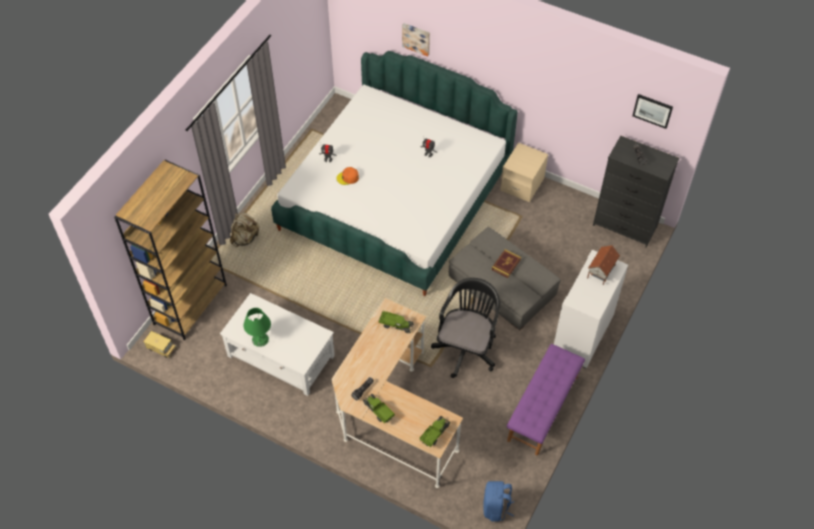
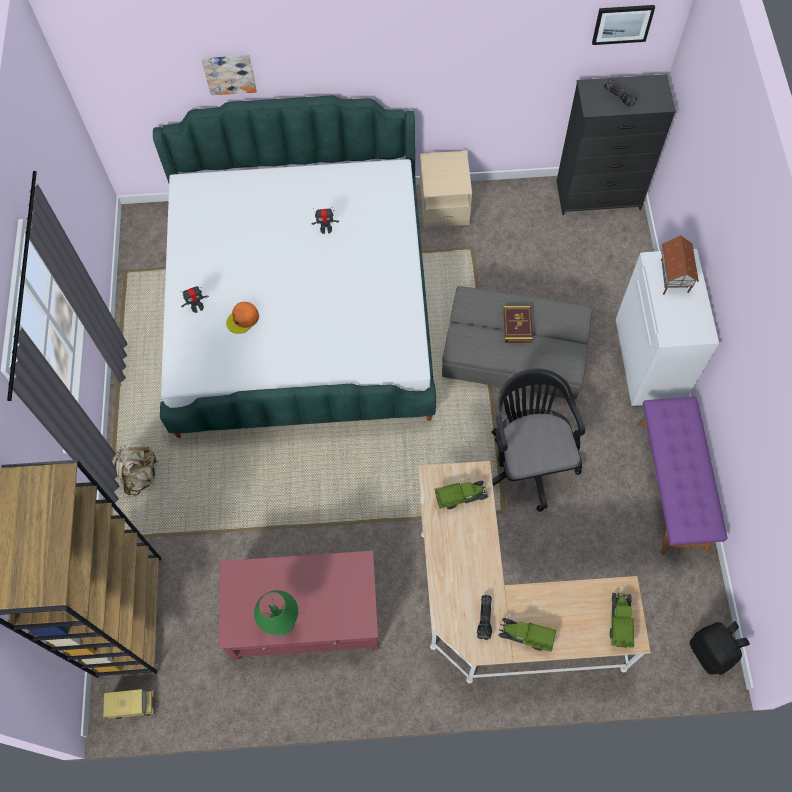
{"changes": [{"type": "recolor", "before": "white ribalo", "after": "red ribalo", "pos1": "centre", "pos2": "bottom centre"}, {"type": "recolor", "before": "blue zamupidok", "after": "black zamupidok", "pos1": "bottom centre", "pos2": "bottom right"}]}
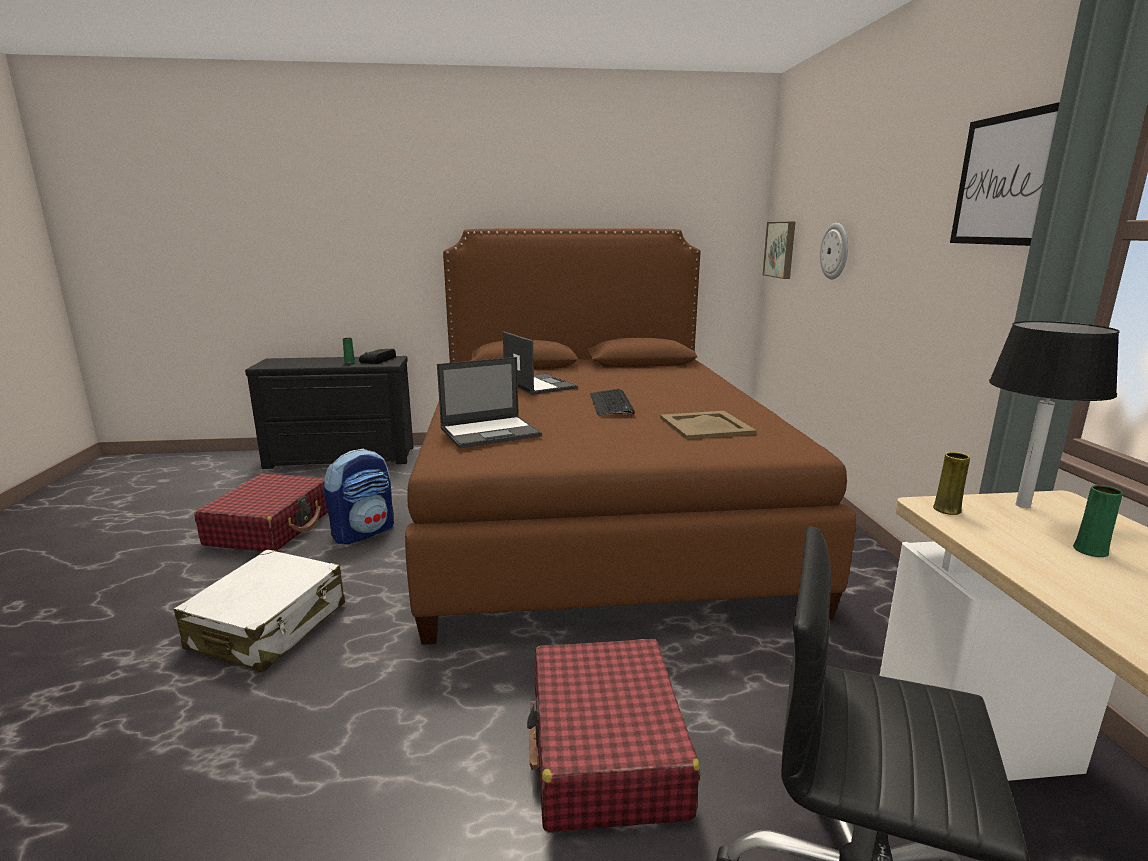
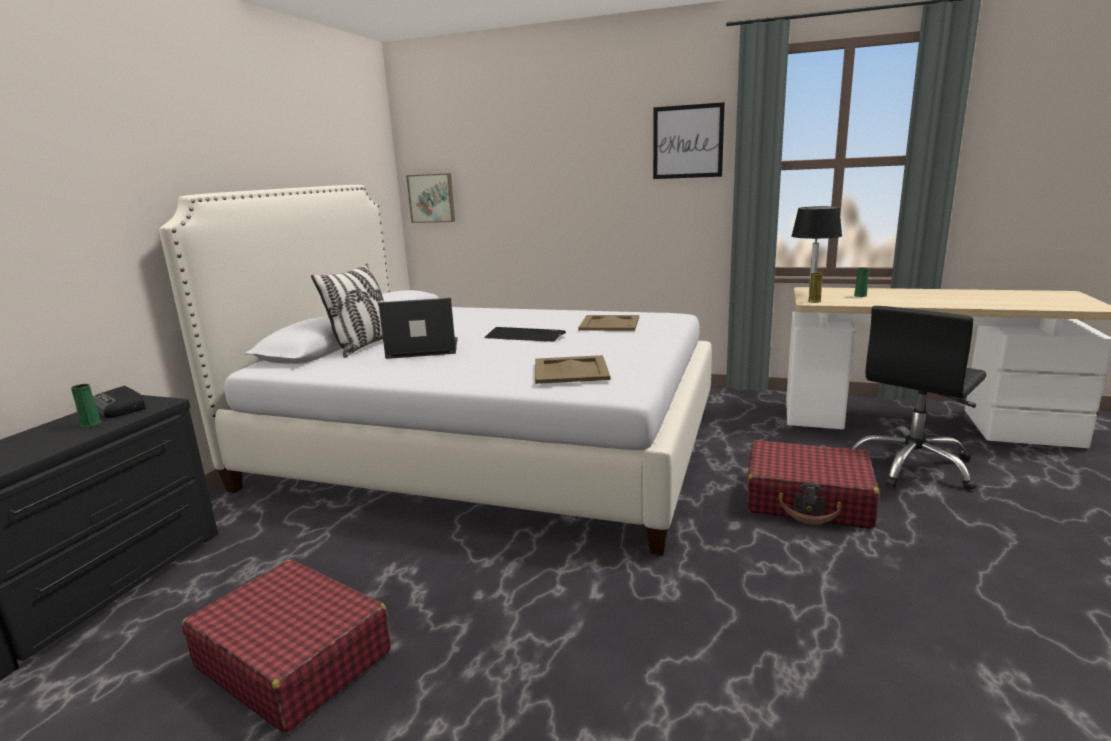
{"changes": [{"type": "delete", "before": "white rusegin", "pos1": "bottom left"}, {"type": "delete", "before": "zamupidok", "pos1": "middle left"}, {"type": "recolor", "before": "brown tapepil", "after": "white tapepil", "pos1": "centre", "pos2": "centre"}, {"type": "replace", "before": "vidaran (1st from left)", "after": "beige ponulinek (1st from left)", "pos1": "centre", "pos2": "centre"}, {"type": "delete", "before": "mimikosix", "pos1": "top right"}, {"type": "insert", "after": "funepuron", "pos2": "middle left"}]}
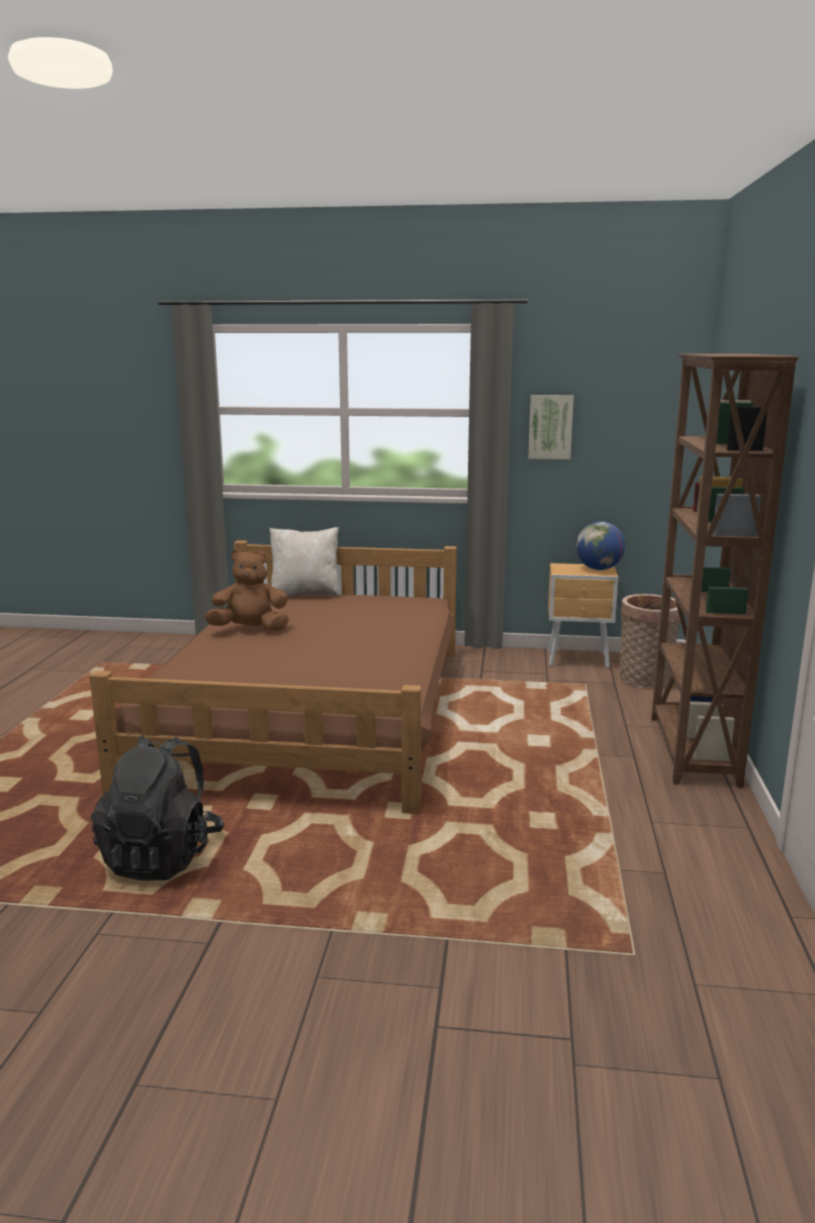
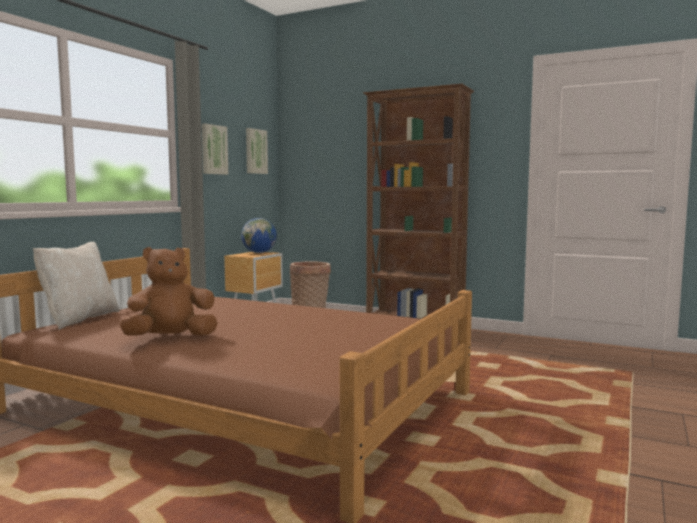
{"changes": [{"type": "delete", "before": "black zamupidok", "pos1": "middle left"}, {"type": "rotate", "before": "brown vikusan", "pos1": "middle left", "pos2": "middle left", "turn": 45}, {"type": "insert", "after": "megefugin (2nd from left)", "pos2": "top centre"}]}
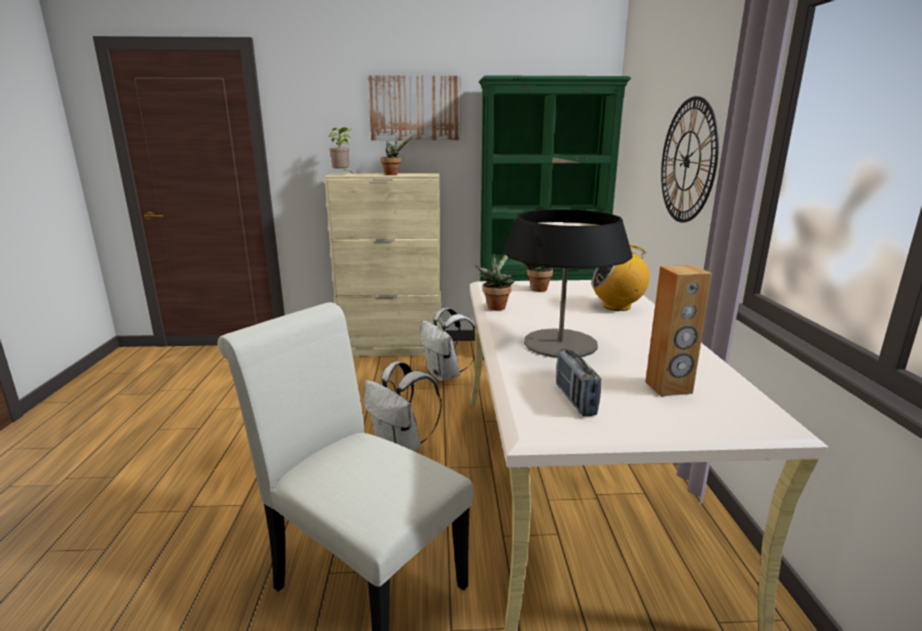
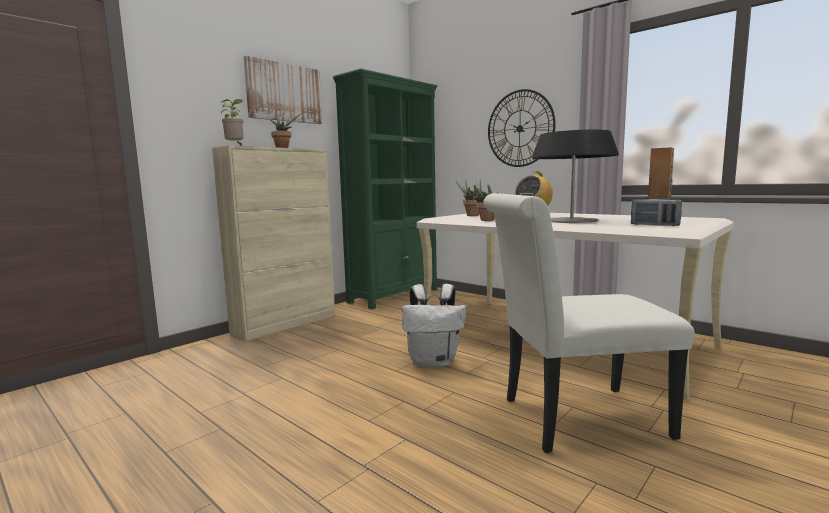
{"changes": [{"type": "delete", "before": "white zamupidok (2nd from left)", "pos1": "centre"}]}
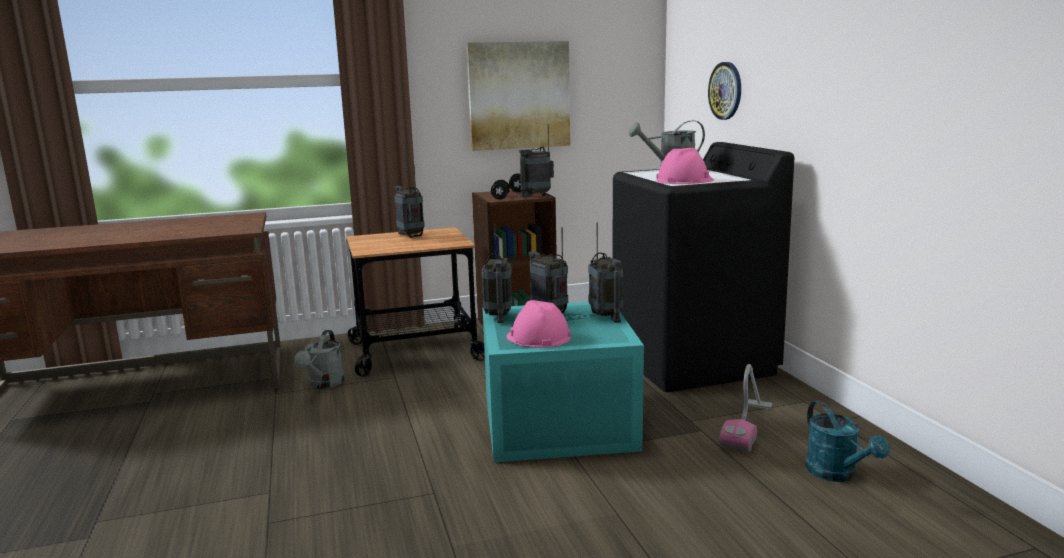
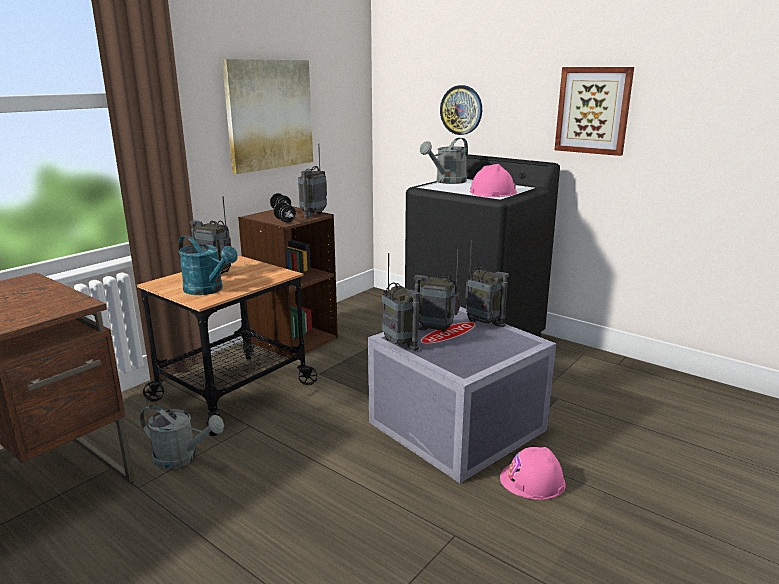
{"changes": [{"type": "rotate", "before": "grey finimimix (1st from left)", "pos1": "middle left", "pos2": "bottom left", "turn": -45}, {"type": "recolor", "before": "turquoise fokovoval", "after": "grey fokovoval", "pos1": "bottom centre", "pos2": "bottom centre"}, {"type": "move", "before": "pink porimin (1st from left in the first image)", "after": "pink porimin (2nd from left)", "pos1": "centre", "pos2": "bottom right"}, {"type": "delete", "before": "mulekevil", "pos1": "bottom right"}, {"type": "move", "before": "turquoise finimimix", "pos1": "bottom right", "pos2": "middle left"}, {"type": "insert", "after": "megefugin (2nd from left)", "pos2": "top right"}]}
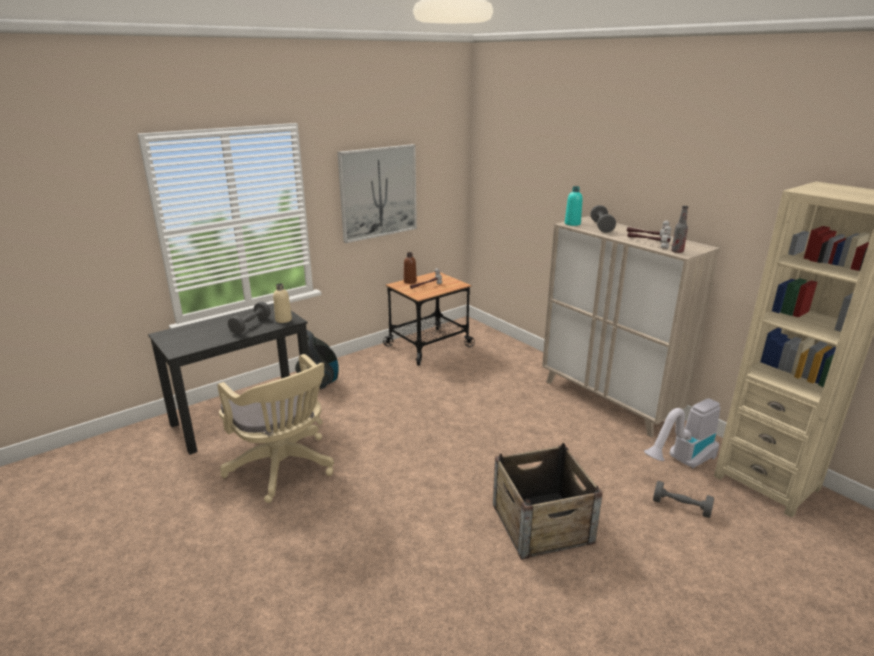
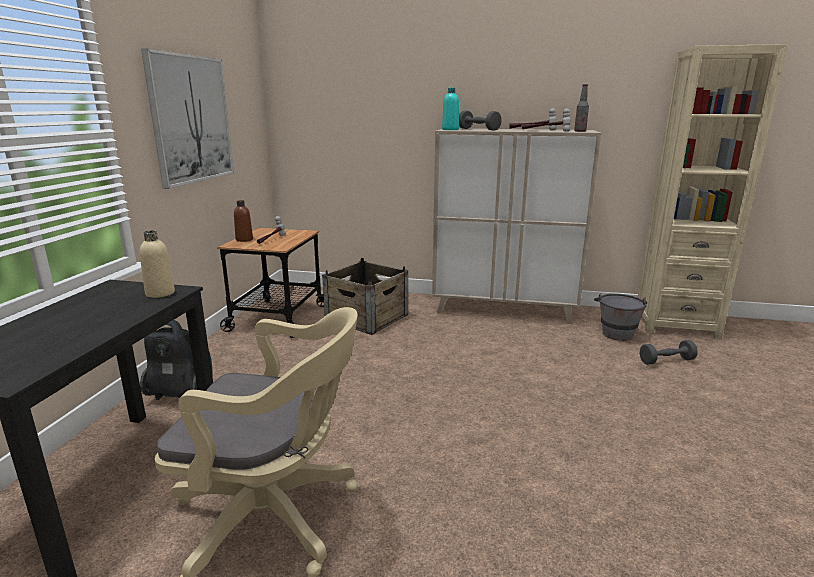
{"changes": [{"type": "delete", "before": "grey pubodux (1st from left)", "pos1": "middle left"}, {"type": "move", "before": "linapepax", "pos1": "bottom centre", "pos2": "centre"}, {"type": "replace", "before": "mulekevil (2nd from left)", "after": "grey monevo", "pos1": "middle right", "pos2": "middle right"}]}
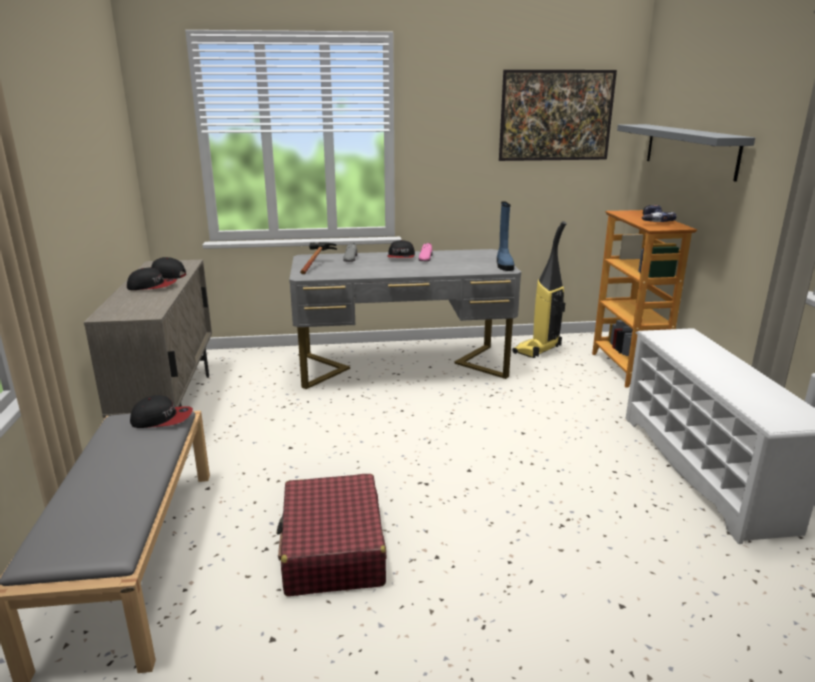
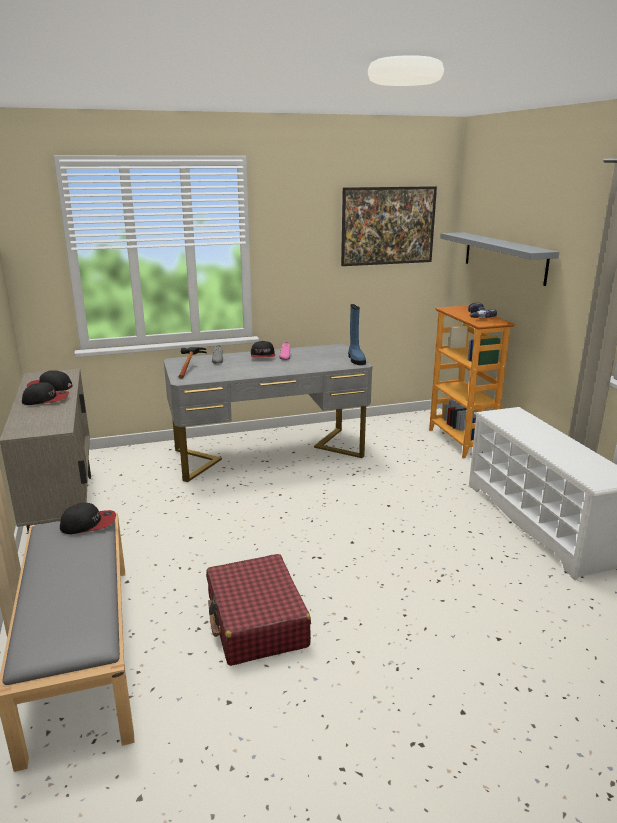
{"changes": [{"type": "delete", "before": "mulekevil", "pos1": "centre"}]}
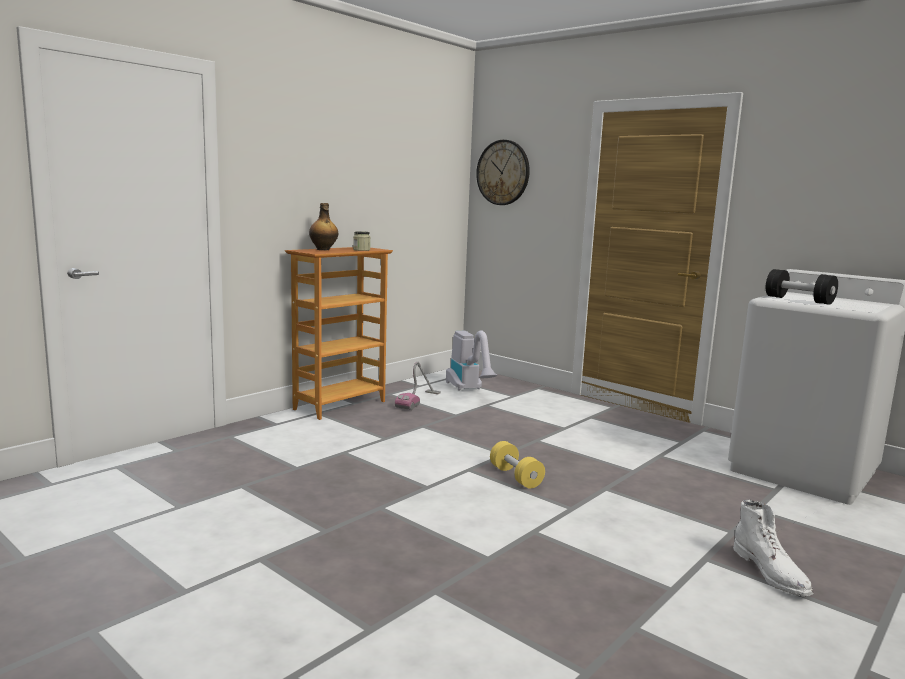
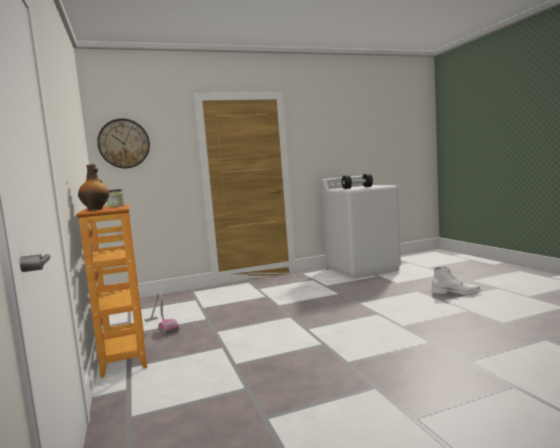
{"changes": [{"type": "delete", "before": "mulekevil (2nd from left)", "pos1": "centre"}, {"type": "delete", "before": "yellow pubodux", "pos1": "bottom centre"}]}
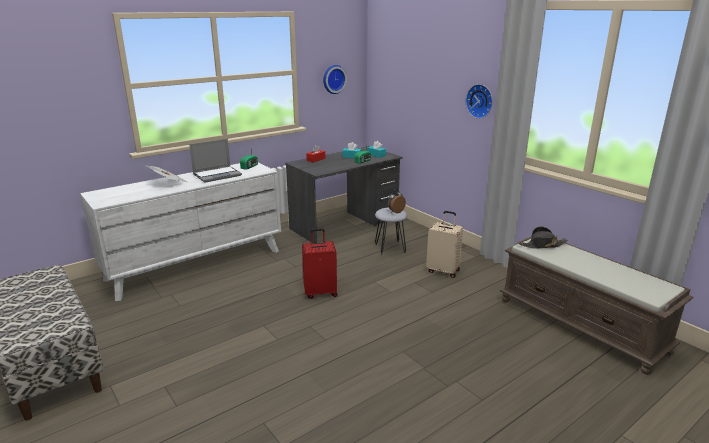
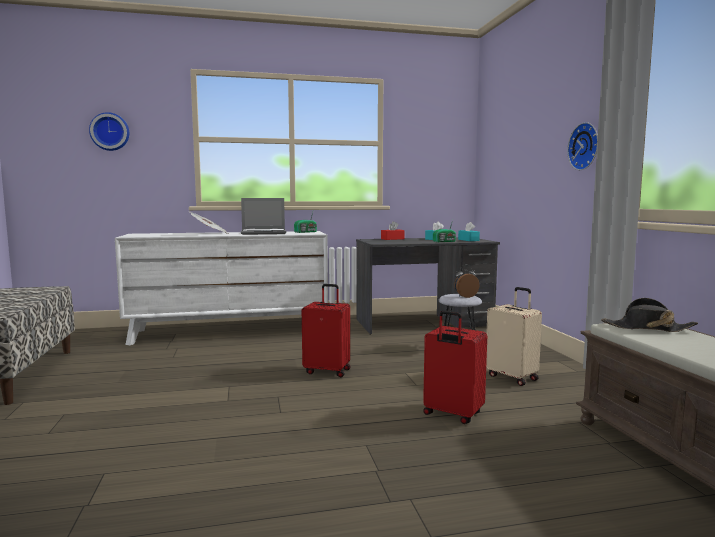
{"changes": [{"type": "move", "before": "mimikosix (1st from left)", "pos1": "top centre", "pos2": "top left"}, {"type": "insert", "after": "red rusegin (2nd from left)", "pos2": "bottom centre"}]}
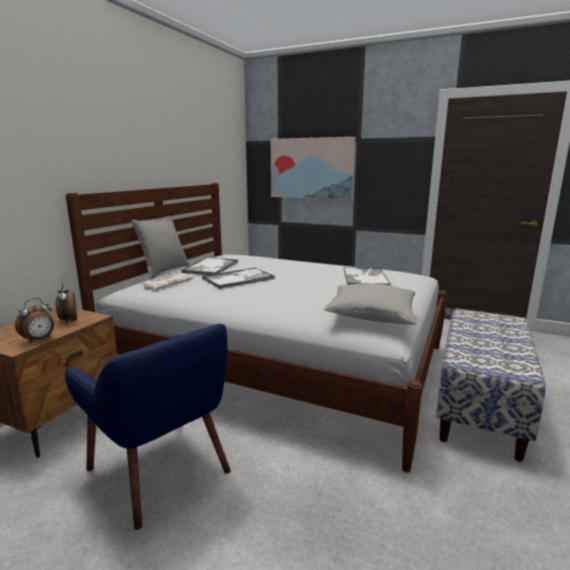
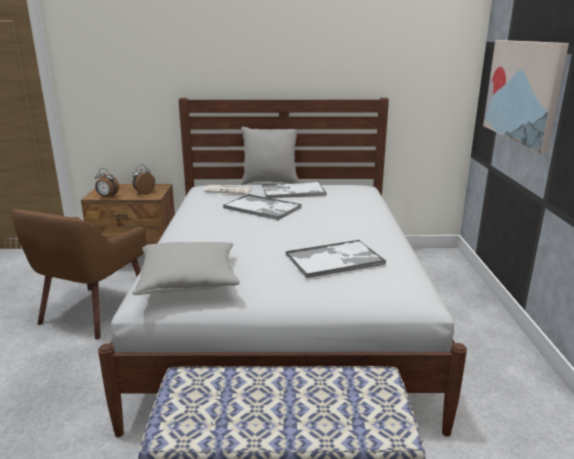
{"changes": [{"type": "recolor", "before": "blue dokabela", "after": "brown dokabela", "pos1": "bottom left", "pos2": "middle left"}]}
